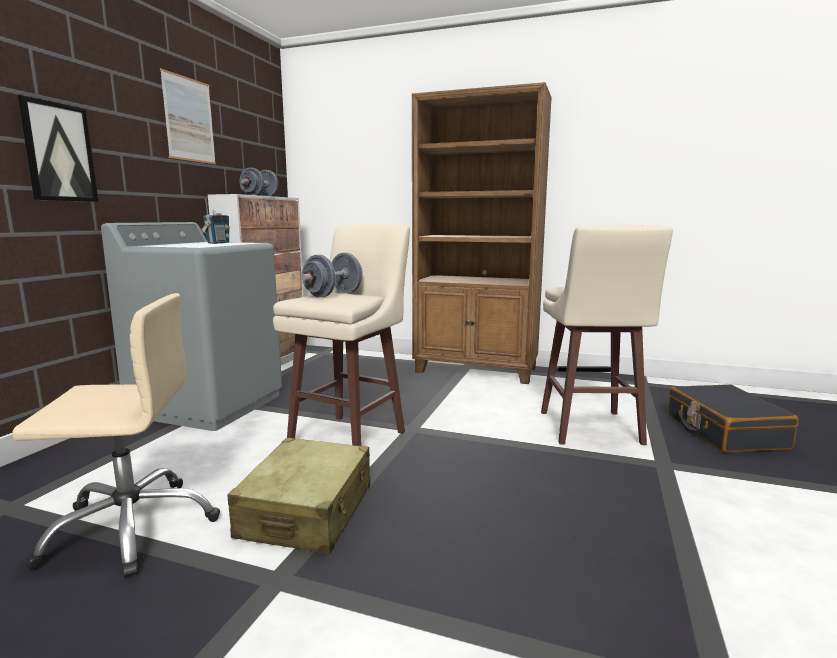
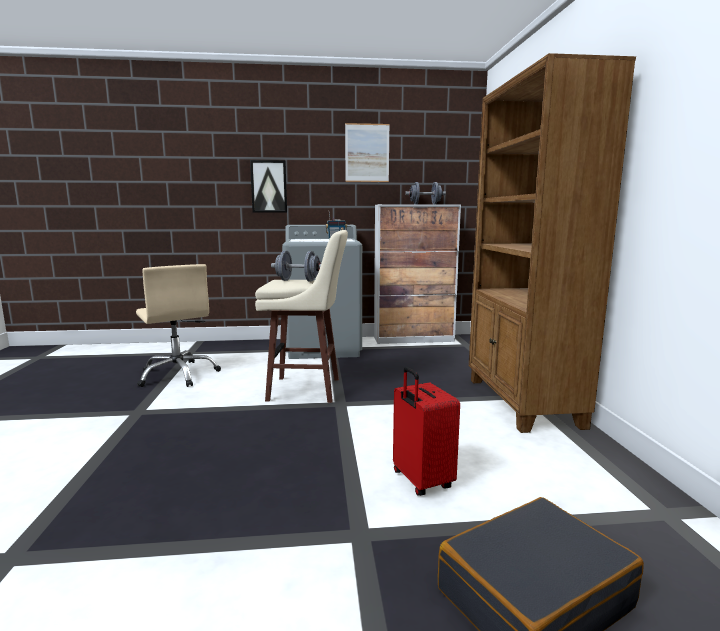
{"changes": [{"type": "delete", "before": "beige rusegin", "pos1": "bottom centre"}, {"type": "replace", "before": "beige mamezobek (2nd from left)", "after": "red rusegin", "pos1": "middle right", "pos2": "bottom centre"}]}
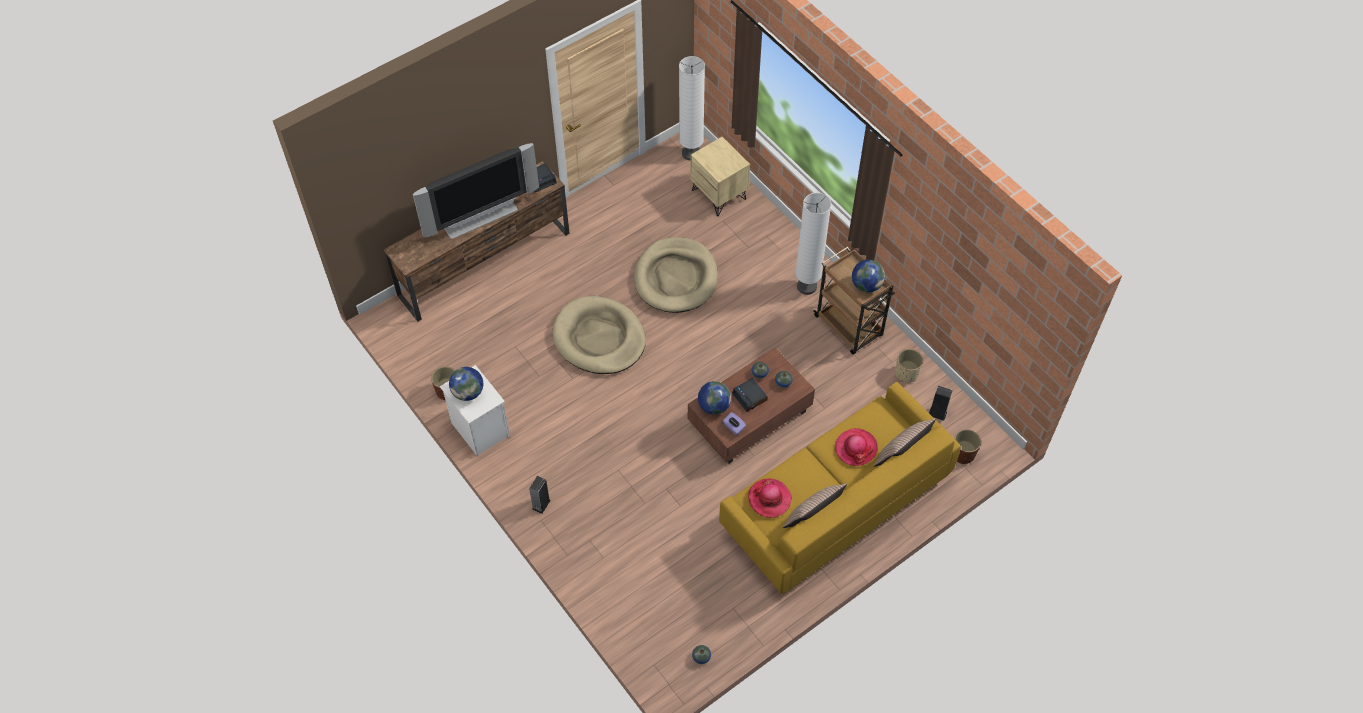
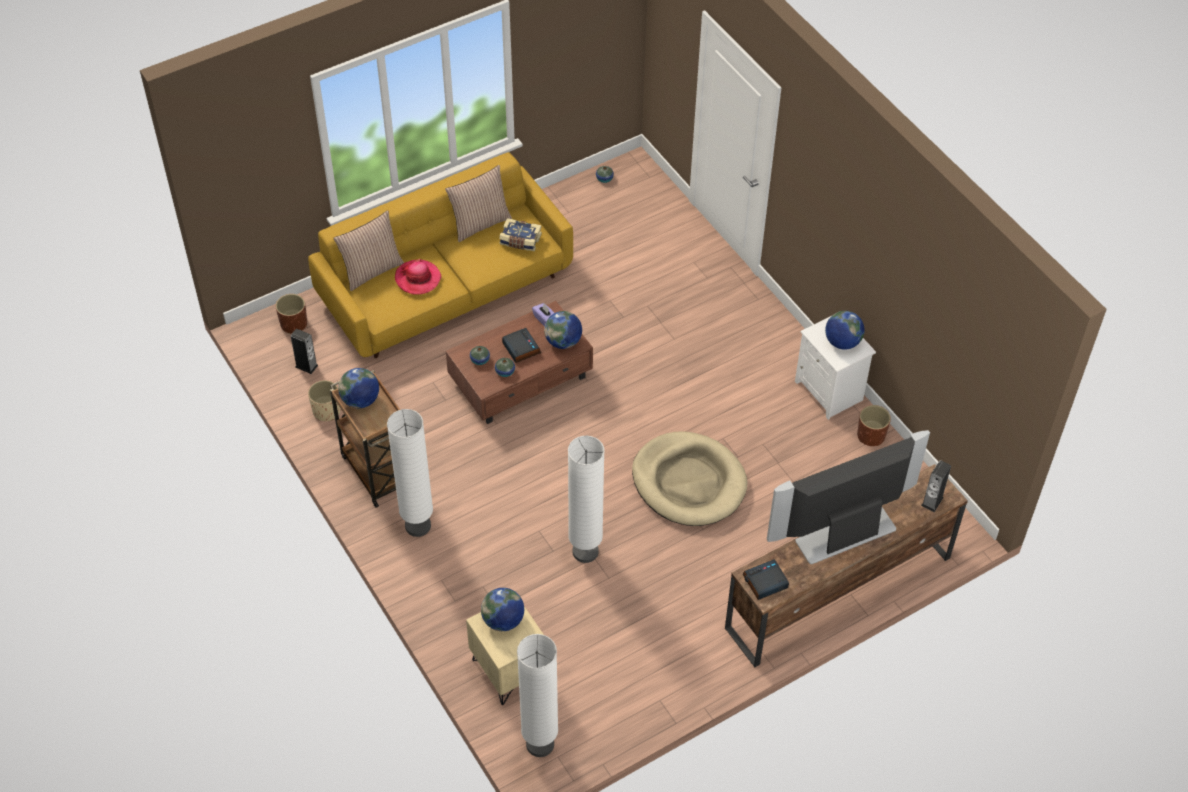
{"changes": [{"type": "move", "before": "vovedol (1st from left in the first image)", "after": "vovedol (2nd from left)", "pos1": "bottom centre", "pos2": "middle right"}, {"type": "replace", "before": "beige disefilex (2nd from left)", "after": "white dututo (3rd from left)", "pos1": "centre", "pos2": "centre"}, {"type": "replace", "before": "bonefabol (1st from left)", "after": "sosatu", "pos1": "bottom centre", "pos2": "top centre"}, {"type": "insert", "after": "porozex (2nd from left)", "pos2": "bottom centre"}]}
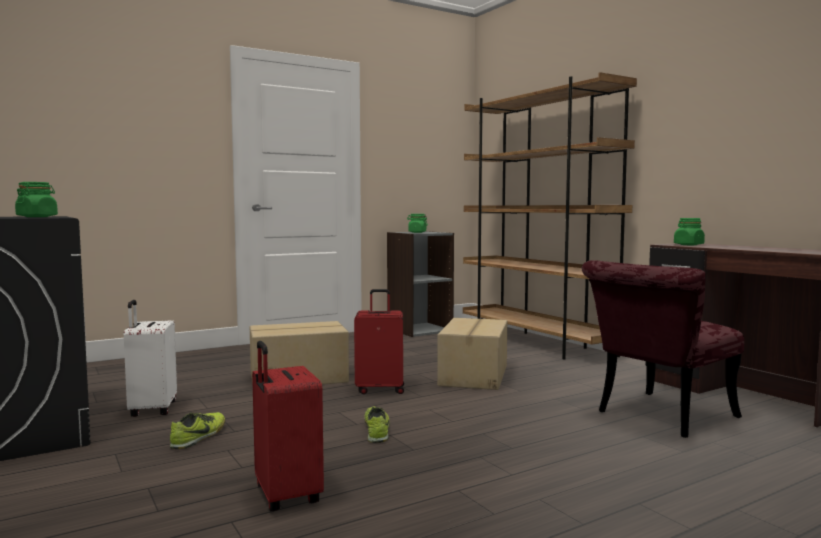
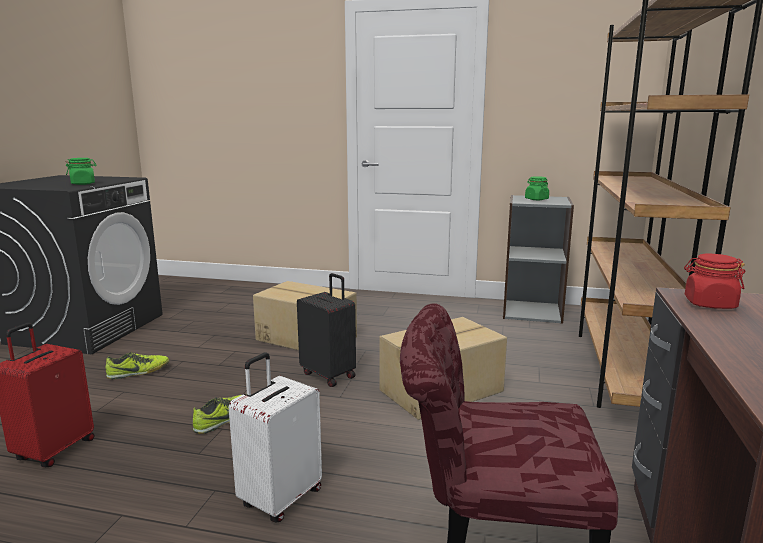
{"changes": [{"type": "move", "before": "white rusegin", "pos1": "middle left", "pos2": "bottom centre"}, {"type": "recolor", "before": "red rusegin (2nd from left)", "after": "black rusegin", "pos1": "centre", "pos2": "centre"}, {"type": "recolor", "before": "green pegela (3rd from left)", "after": "red pegela", "pos1": "middle right", "pos2": "middle right"}]}
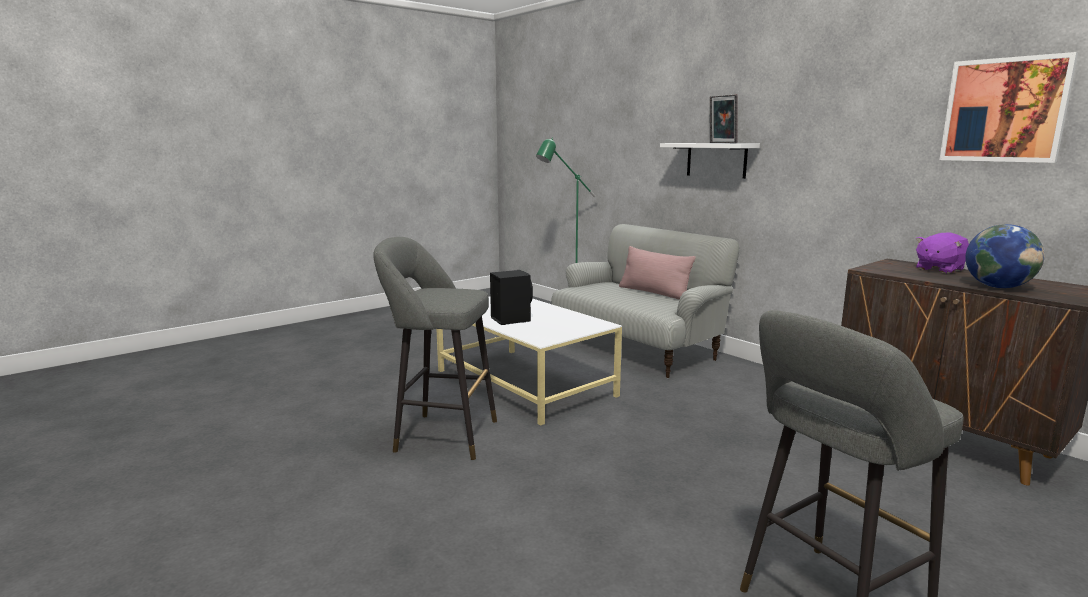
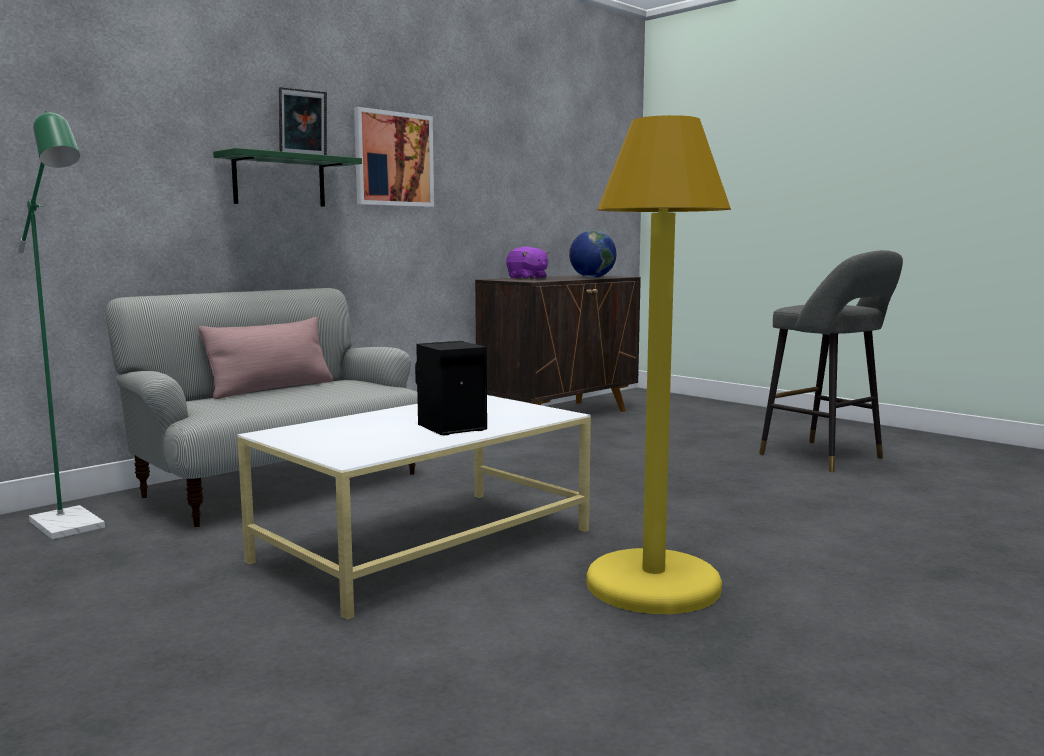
{"changes": [{"type": "replace", "before": "grey mamezobek (1st from left)", "after": "yellow dututo", "pos1": "centre", "pos2": "centre"}, {"type": "recolor", "before": "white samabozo", "after": "green samabozo", "pos1": "top centre", "pos2": "top left"}, {"type": "move", "before": "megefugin", "pos1": "top right", "pos2": "top centre"}]}
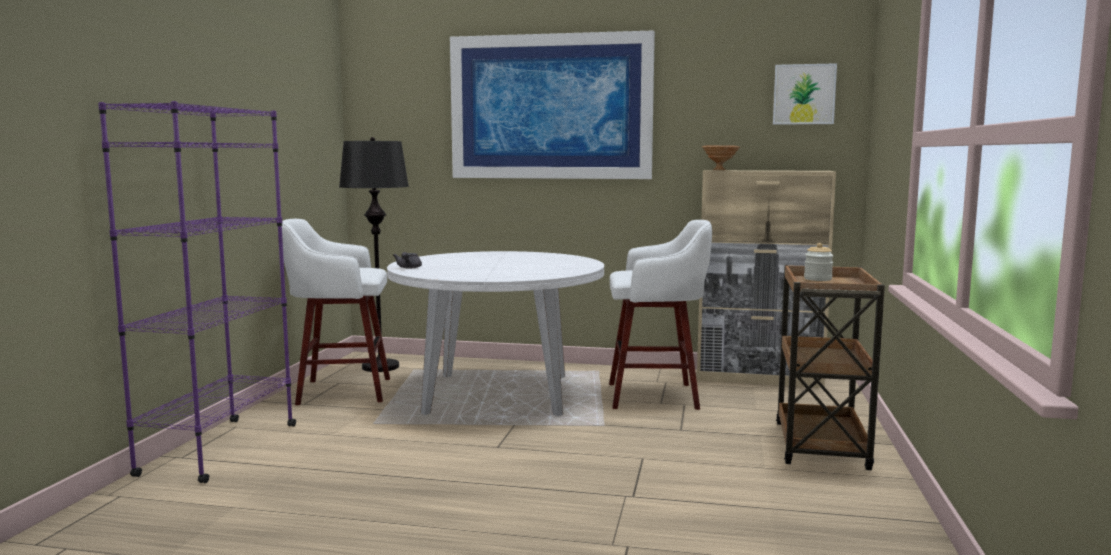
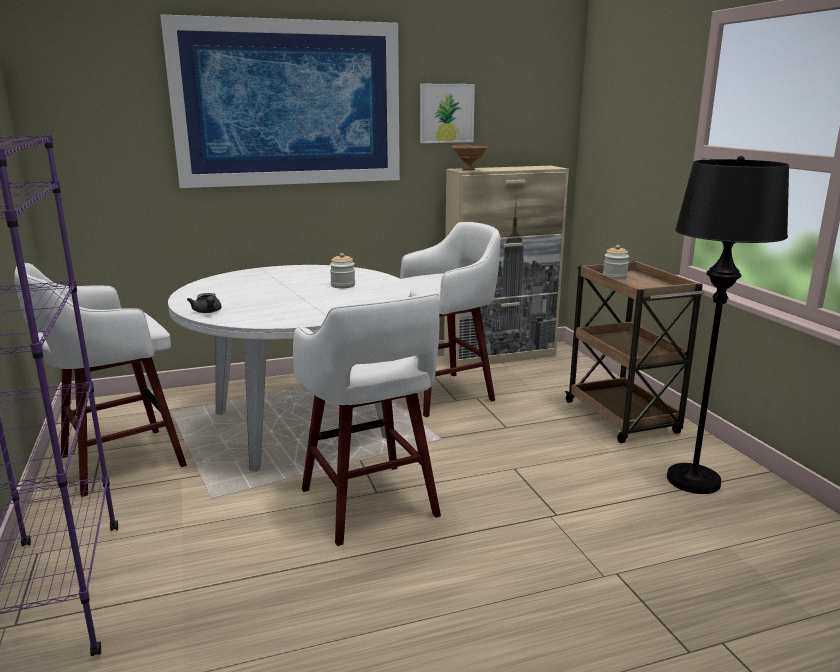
{"changes": [{"type": "move", "before": "black dututo", "pos1": "centre", "pos2": "middle right"}, {"type": "move", "before": "megefugin (2nd from left)", "pos1": "top right", "pos2": "top centre"}, {"type": "insert", "after": "white mamezobek (2nd from left)", "pos2": "centre"}, {"type": "insert", "after": "pegela (1st from left)", "pos2": "centre"}]}
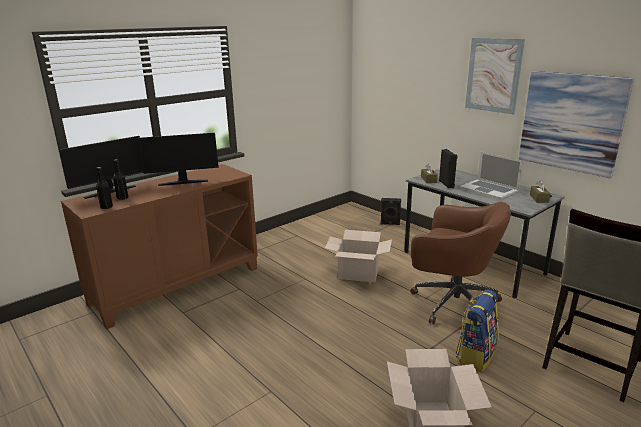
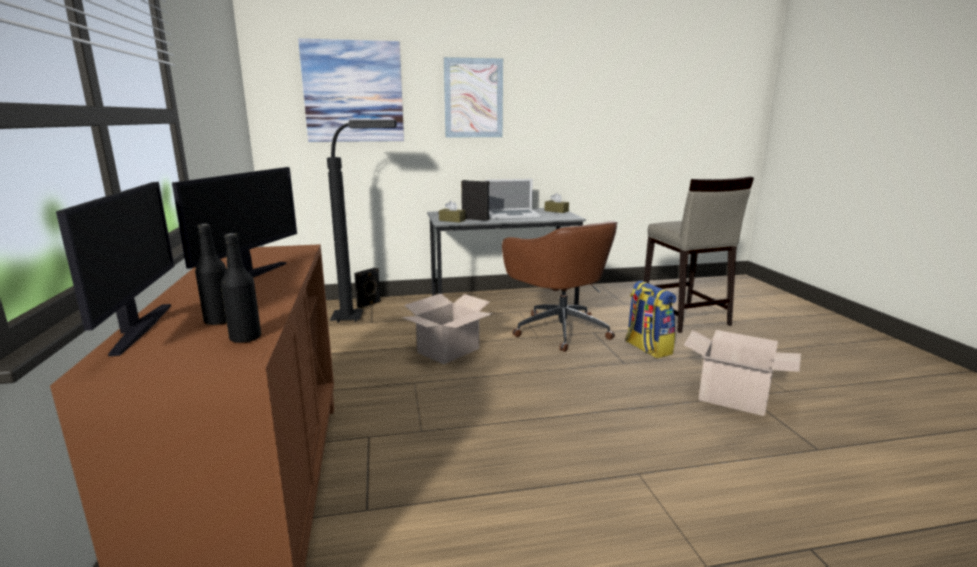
{"changes": [{"type": "rotate", "before": "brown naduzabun", "pos1": "middle right", "pos2": "centre", "turn": 90}, {"type": "move", "before": "megefugin (2nd from left in the first image)", "after": "megefugin (1st from left)", "pos1": "top right", "pos2": "top centre"}, {"type": "insert", "after": "black dututo", "pos2": "centre"}]}
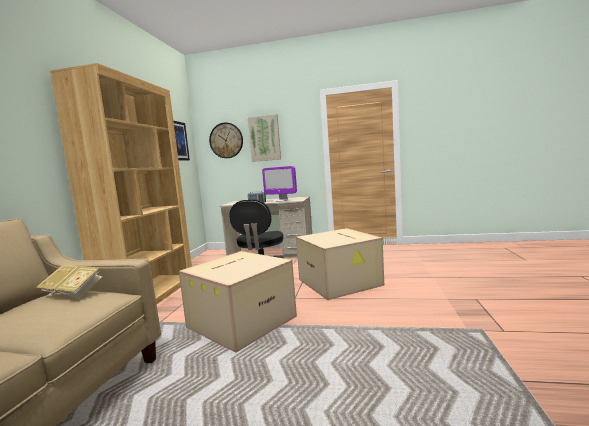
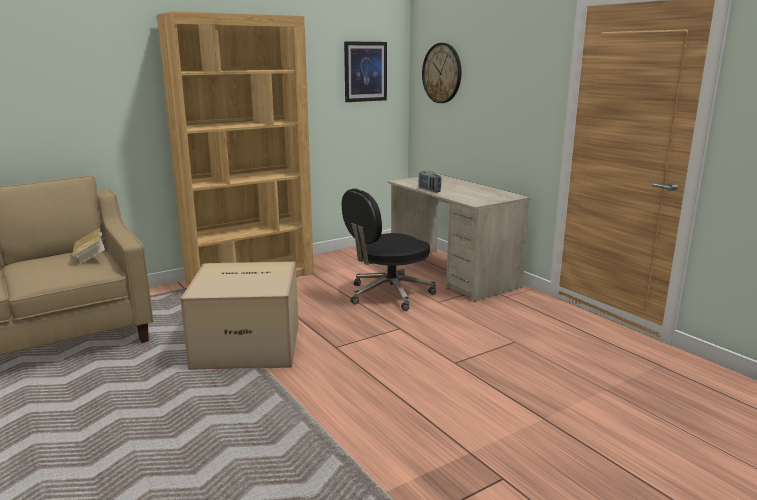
{"changes": [{"type": "delete", "before": "megefugin (2nd from left)", "pos1": "top centre"}, {"type": "delete", "before": "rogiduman", "pos1": "centre"}, {"type": "delete", "before": "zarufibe (2nd from left)", "pos1": "centre"}]}
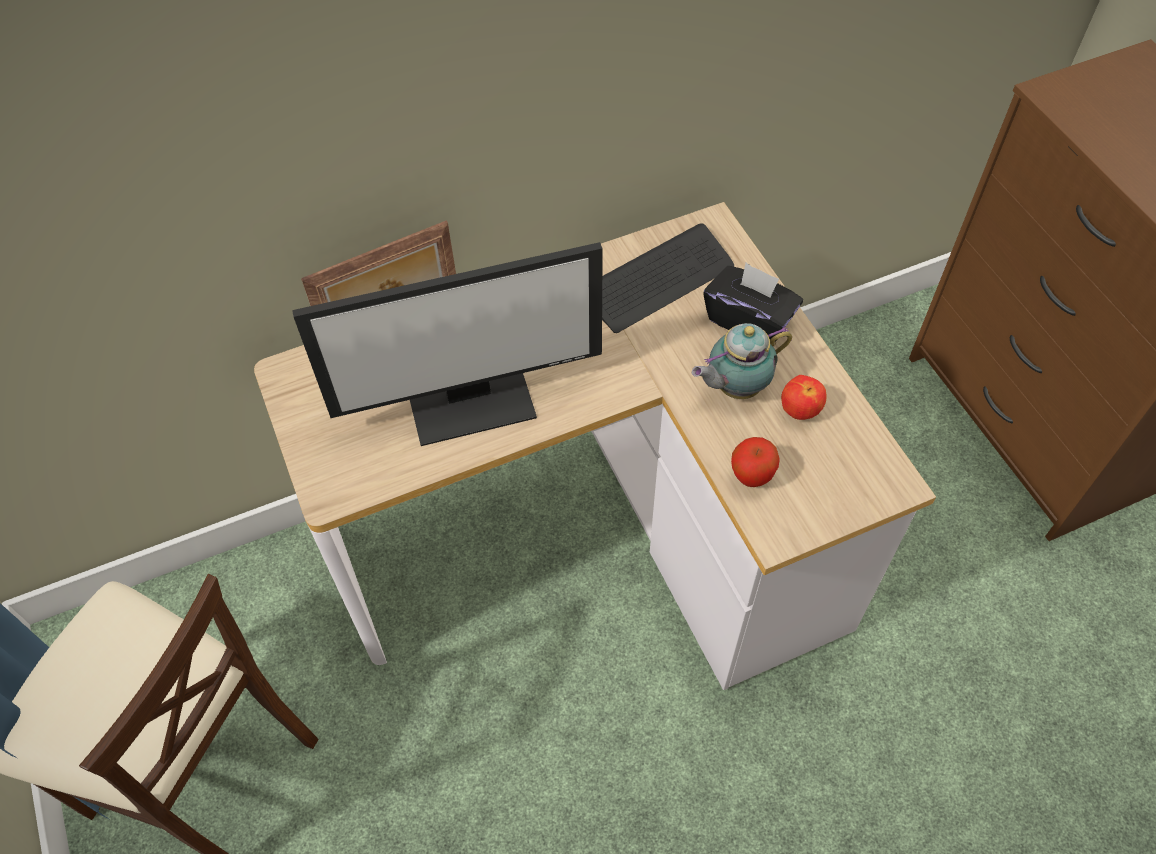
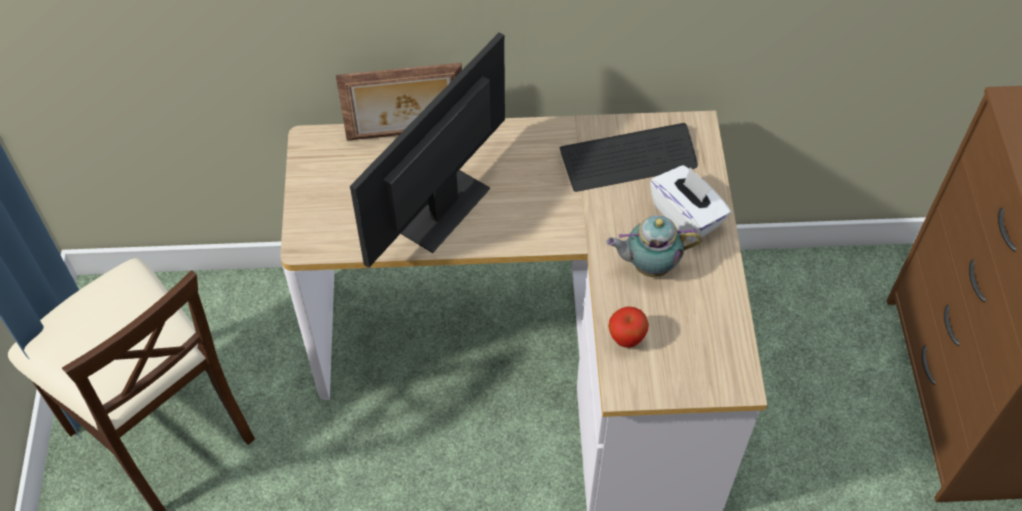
{"changes": [{"type": "rotate", "before": "rogiduman", "pos1": "centre", "pos2": "top centre", "turn": 120}, {"type": "recolor", "before": "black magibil", "after": "white magibil", "pos1": "centre", "pos2": "middle right"}, {"type": "delete", "before": "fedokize (2nd from left)", "pos1": "middle right"}]}
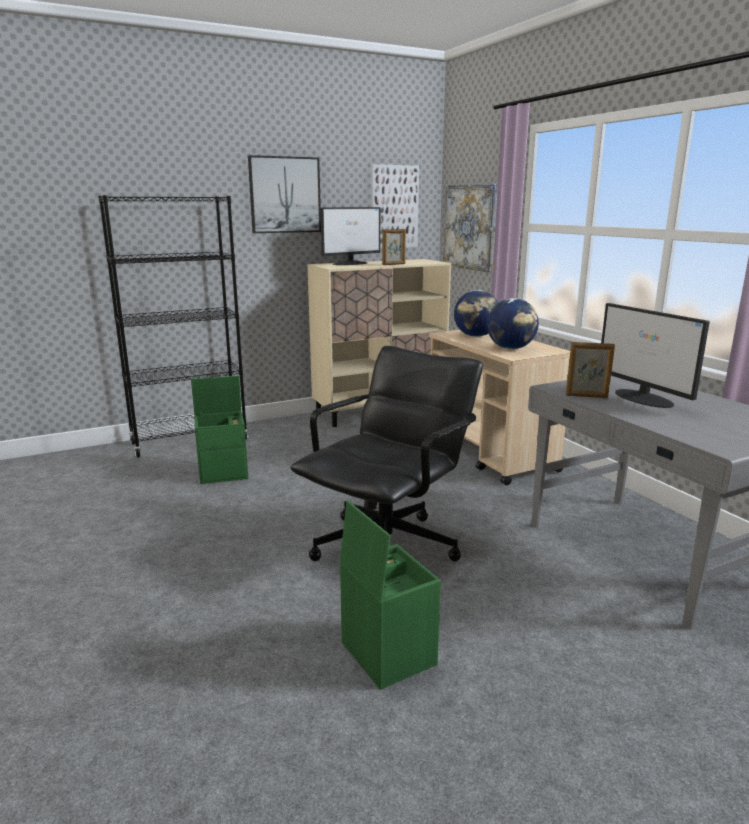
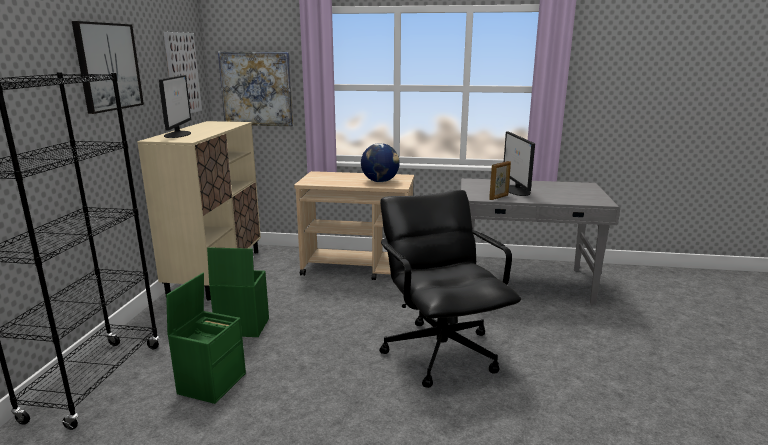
{"changes": [{"type": "move", "before": "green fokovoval (2nd from left)", "pos1": "bottom centre", "pos2": "middle left"}, {"type": "delete", "before": "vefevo (1st from left)", "pos1": "top centre"}, {"type": "delete", "before": "porozex (1st from left)", "pos1": "centre"}, {"type": "rotate", "before": "rogiduman (2nd from left)", "pos1": "middle right", "pos2": "middle right", "turn": 75}]}
